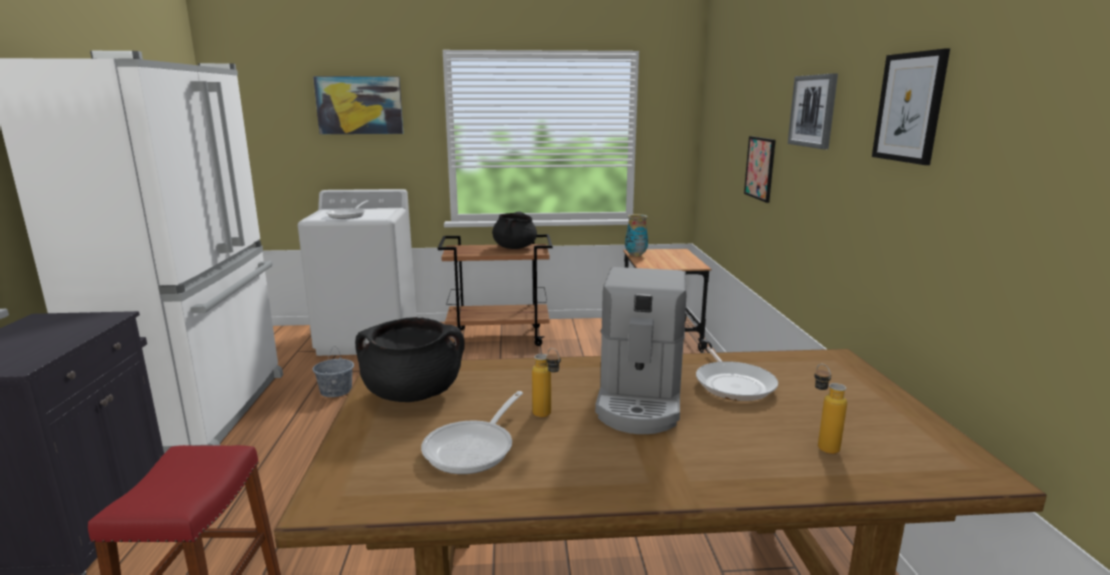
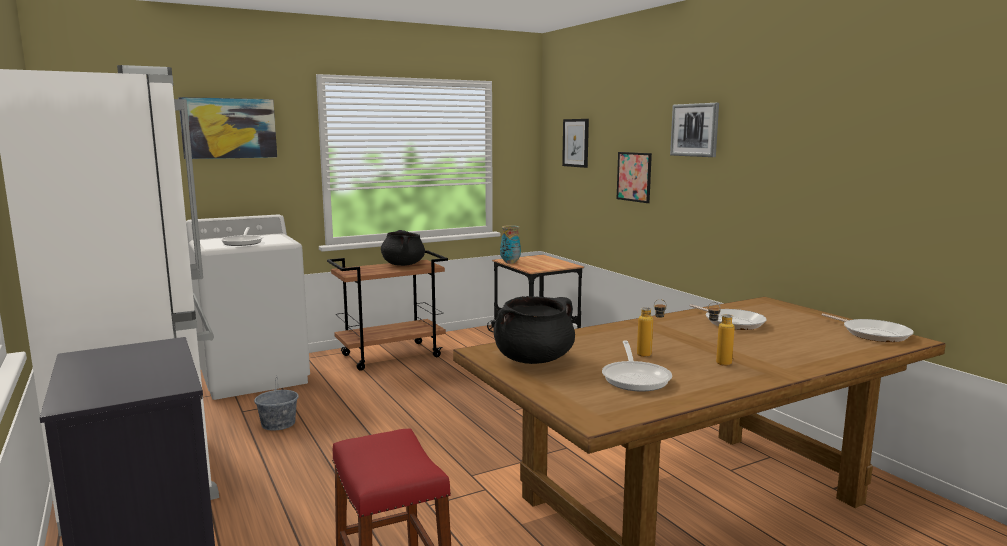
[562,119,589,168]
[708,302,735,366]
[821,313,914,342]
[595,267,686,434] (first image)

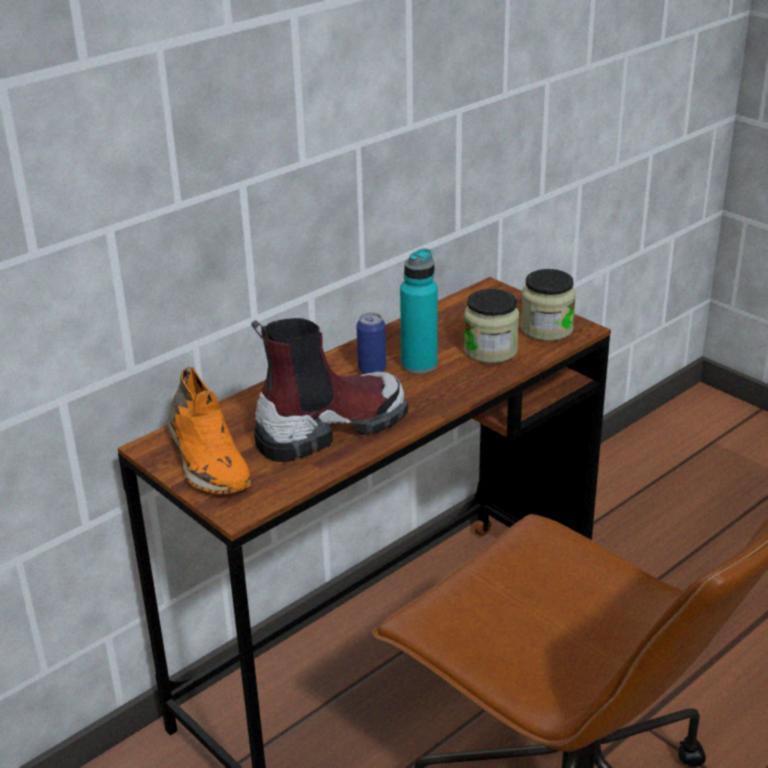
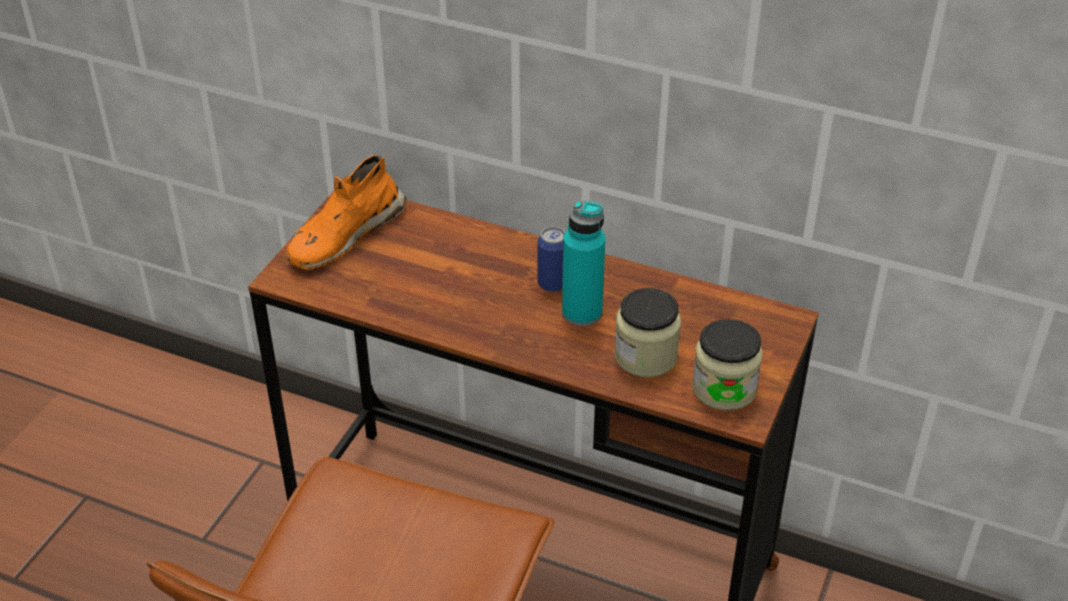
[251,318,408,462] (first image)

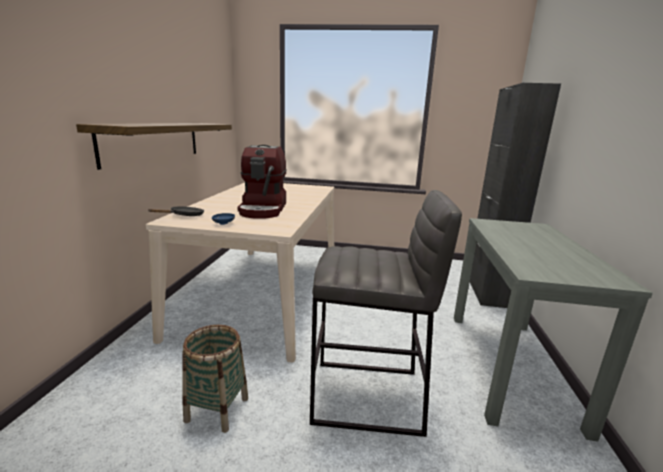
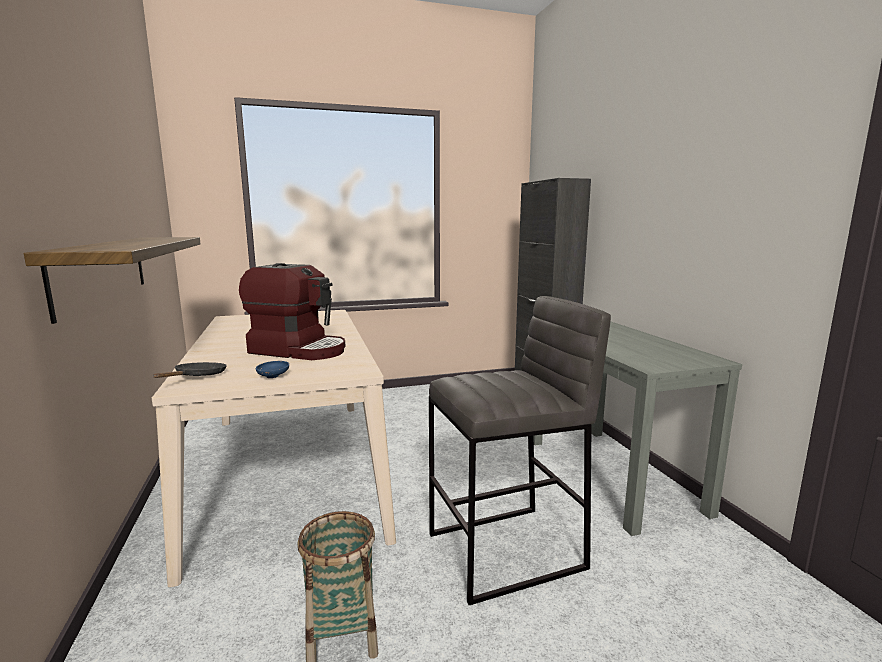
[239,263,345,360]

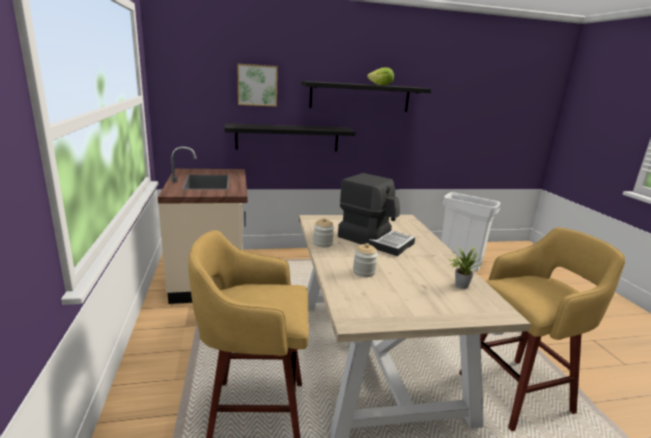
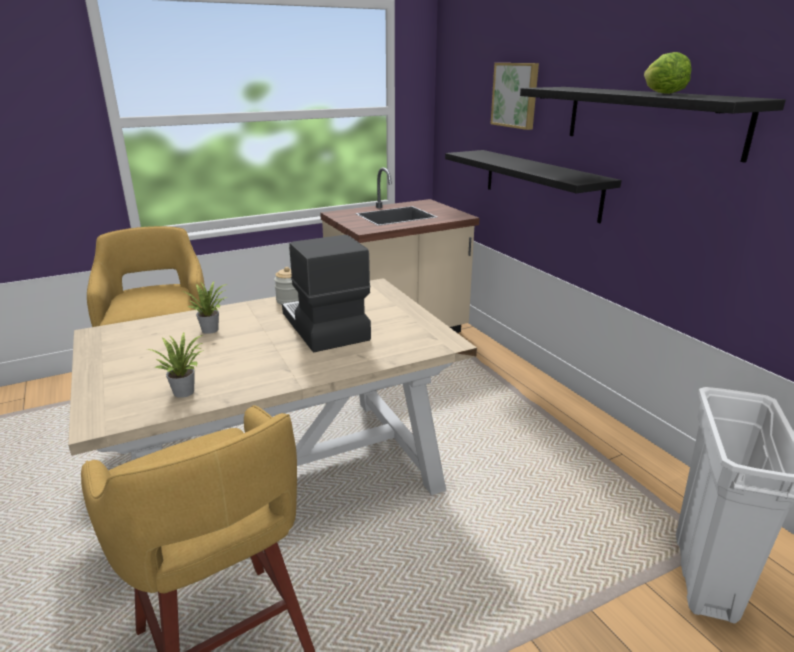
[182,282,227,334]
[282,235,371,352]

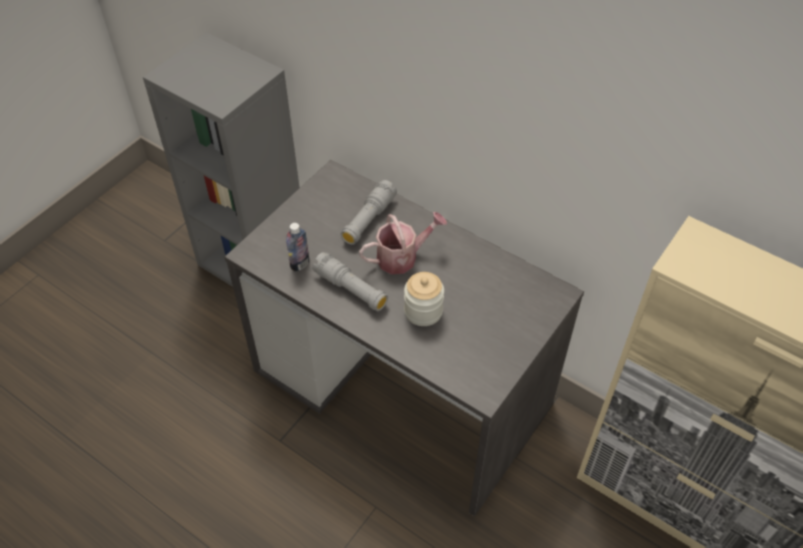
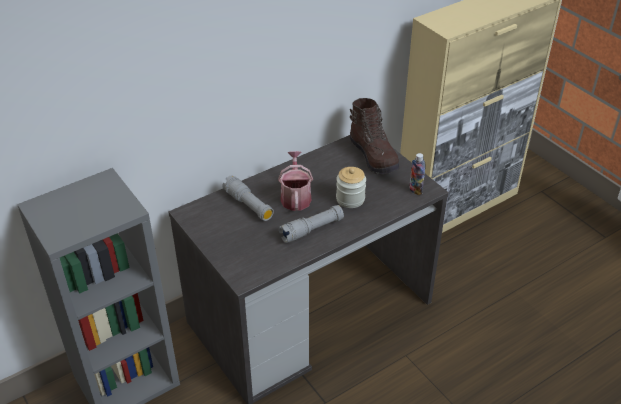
[350,98,399,175]
[409,153,426,195]

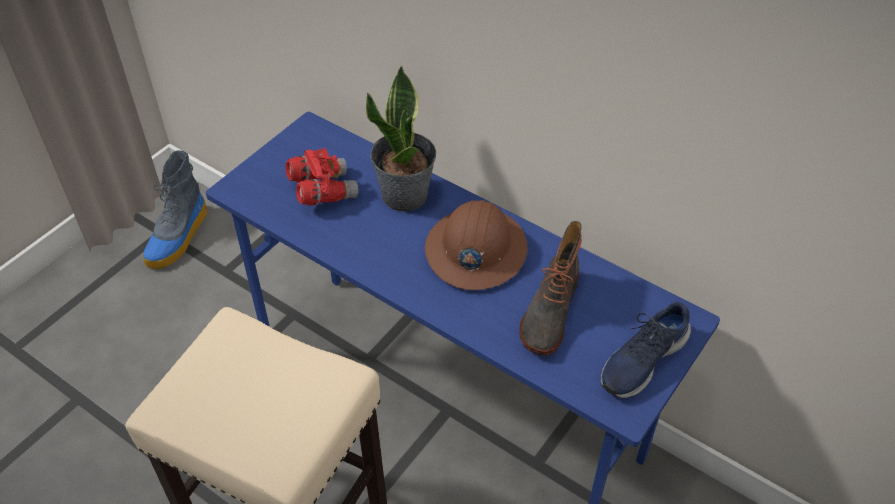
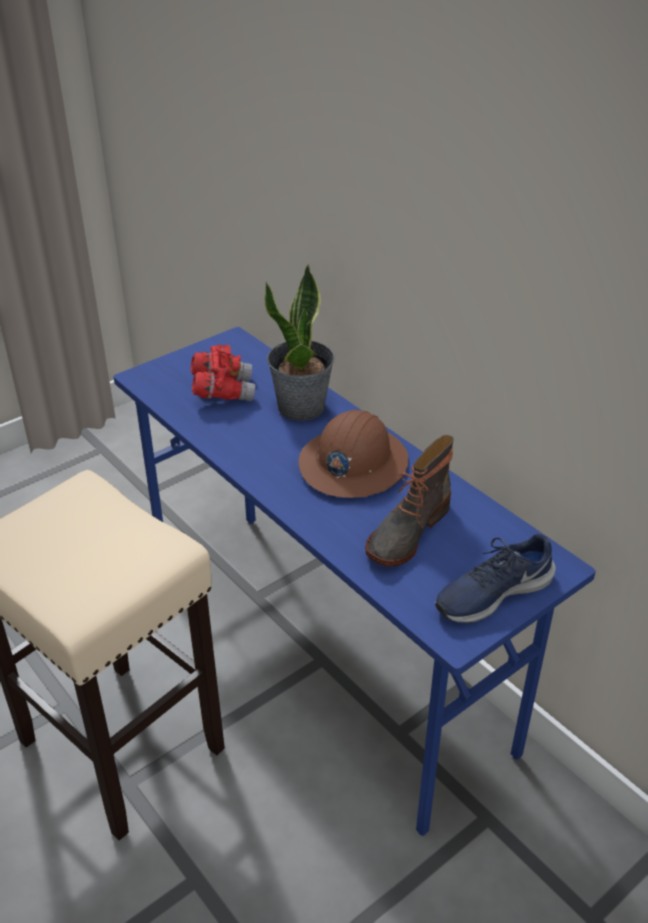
[143,150,208,269] (first image)

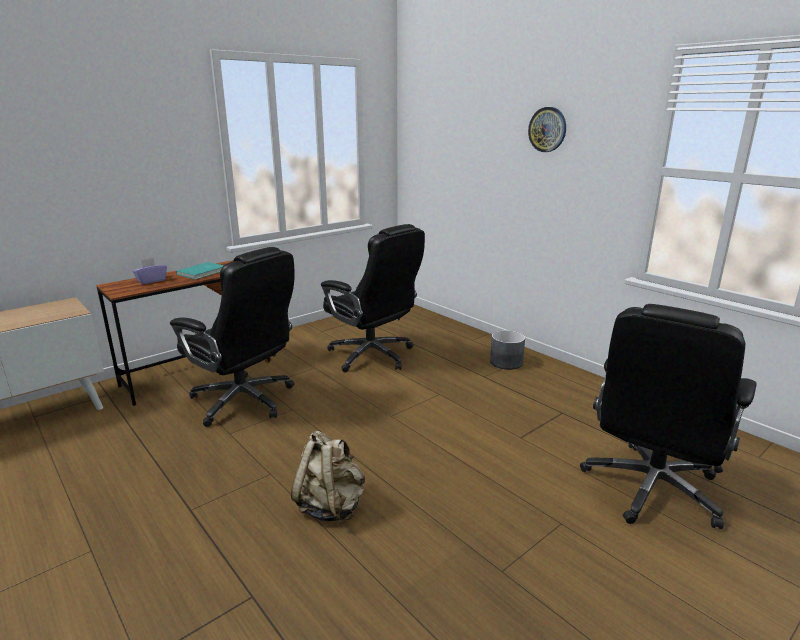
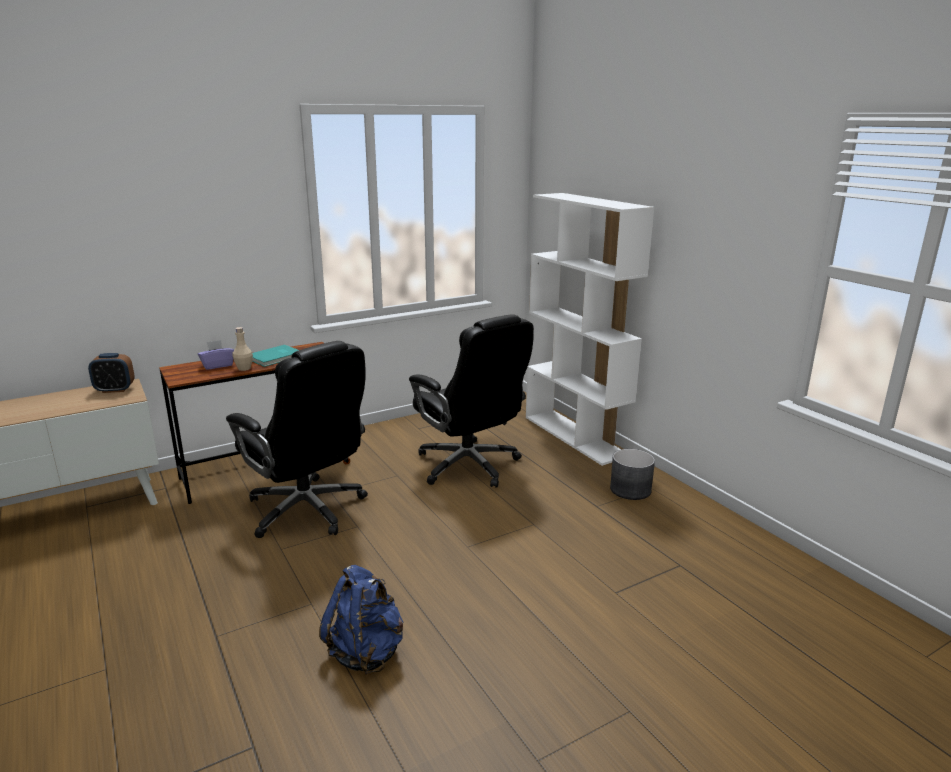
[88,353,135,393]
[232,327,253,371]
[319,565,403,675]
[526,193,654,466]
[528,107,566,152] (first image)
[580,304,757,529] (first image)

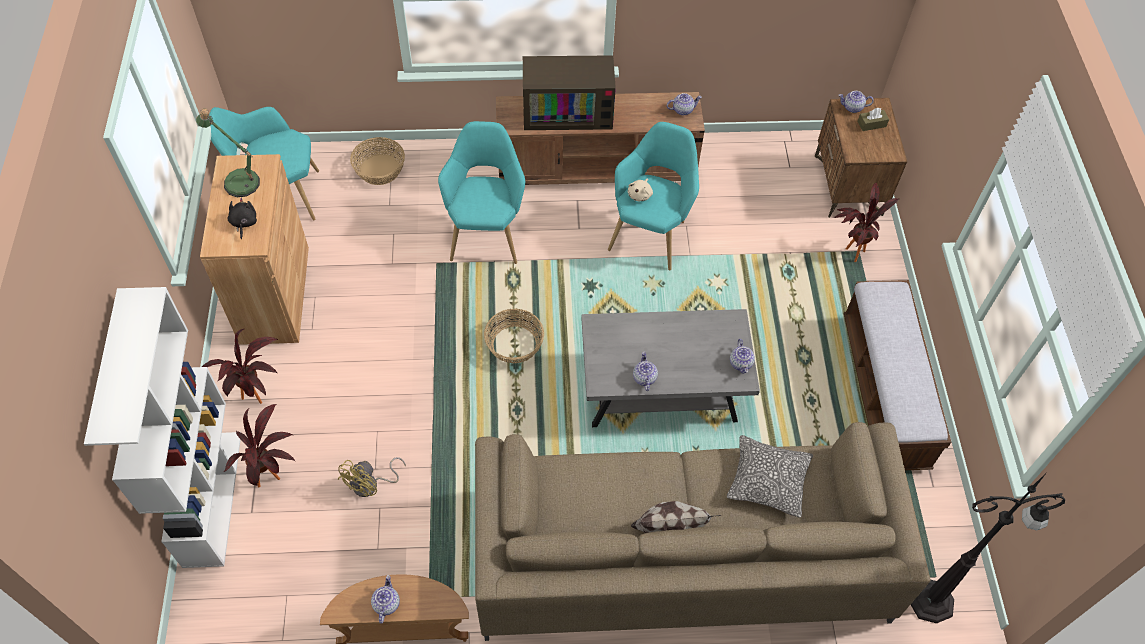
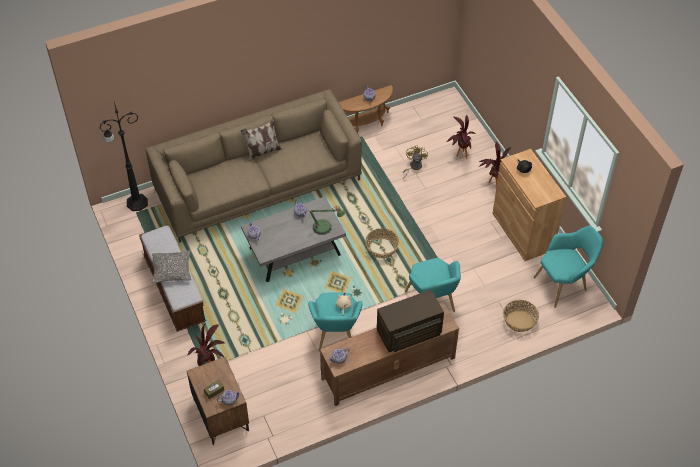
[152,250,191,283]
[309,206,345,235]
[84,287,241,568] (first image)

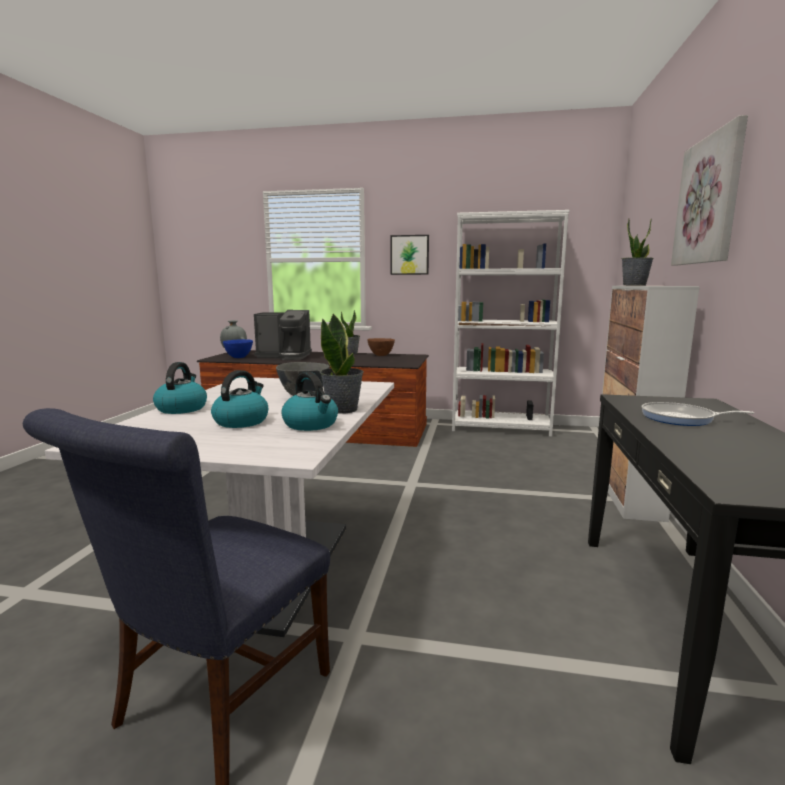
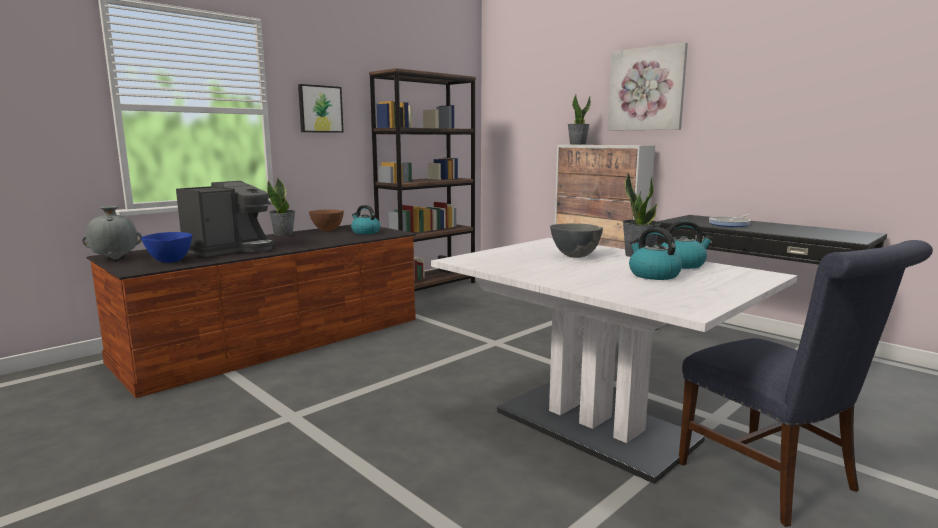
[351,205,381,234]
[369,68,476,291]

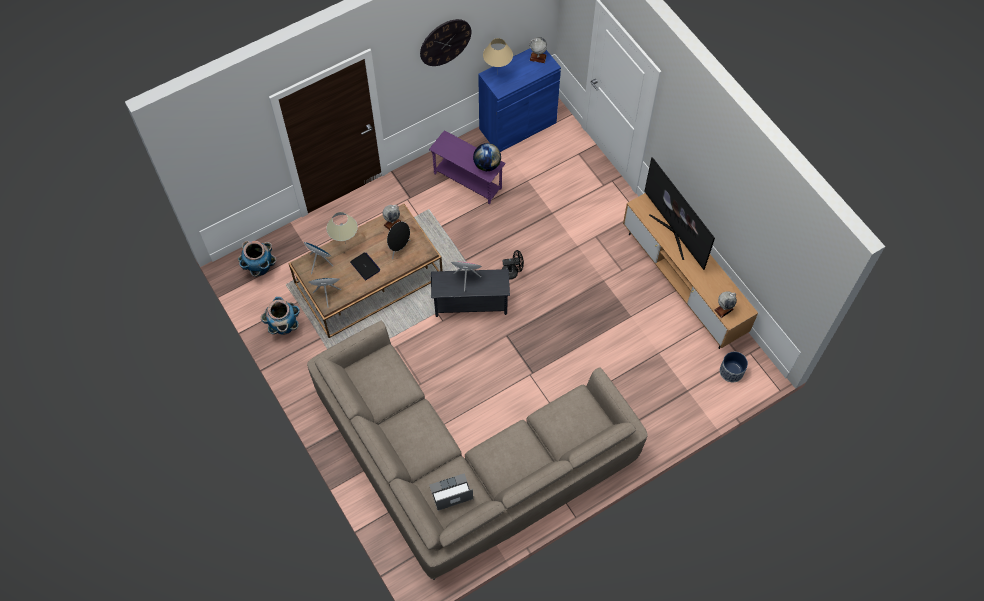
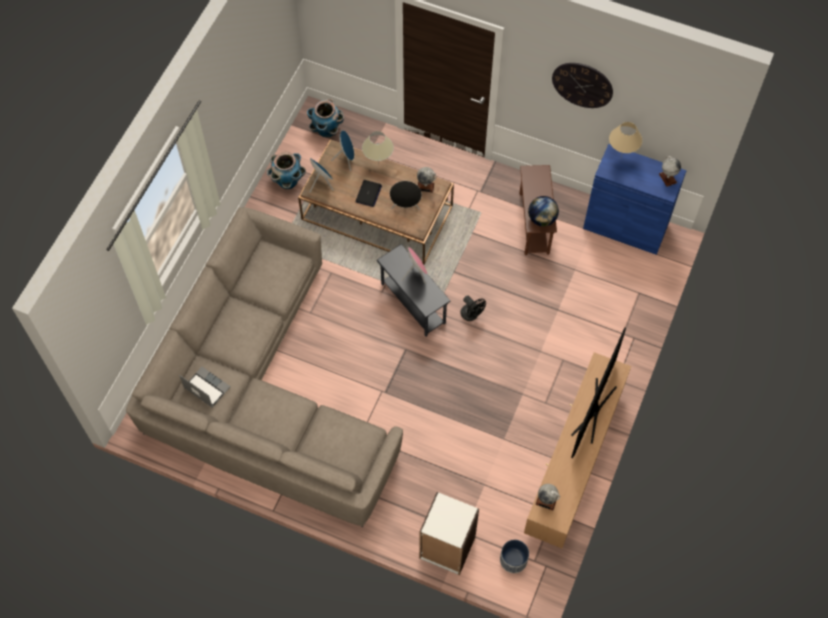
[419,492,479,575]
[519,165,557,255]

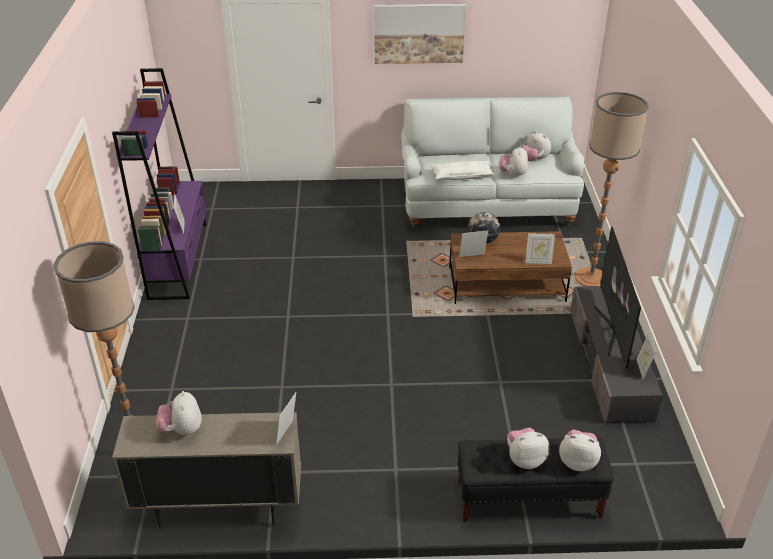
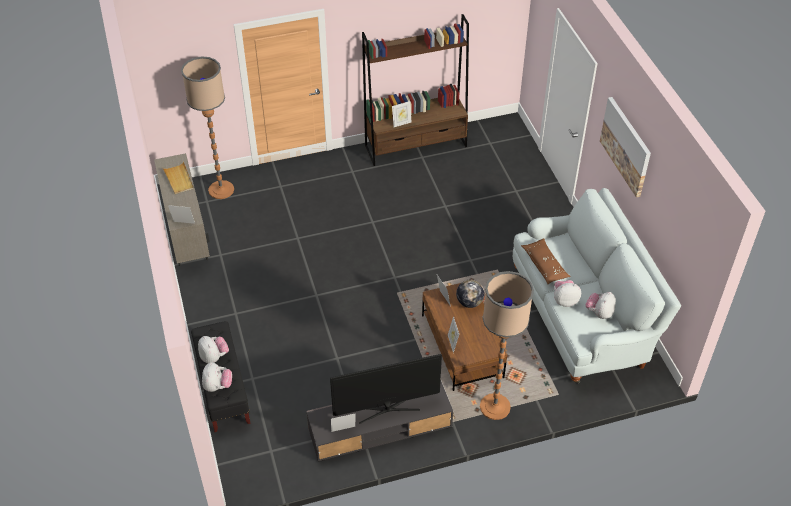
[162,162,194,194]
[362,14,469,166]
[521,238,571,284]

